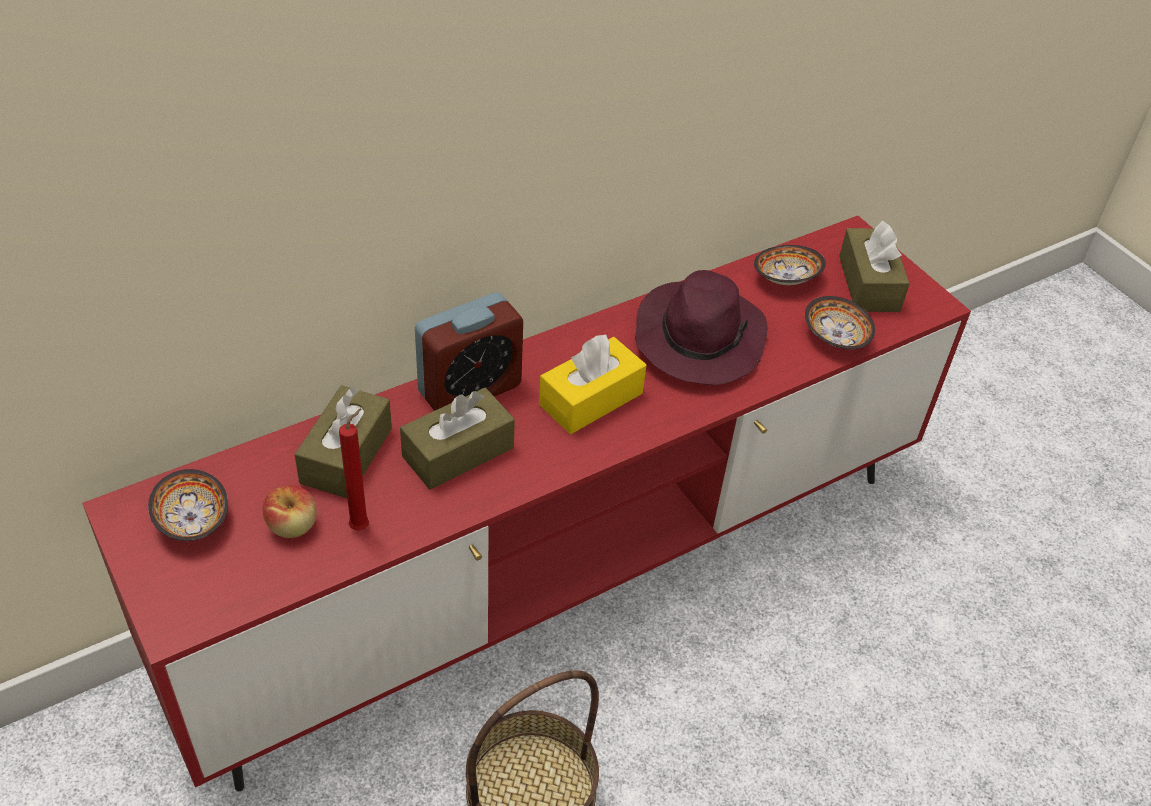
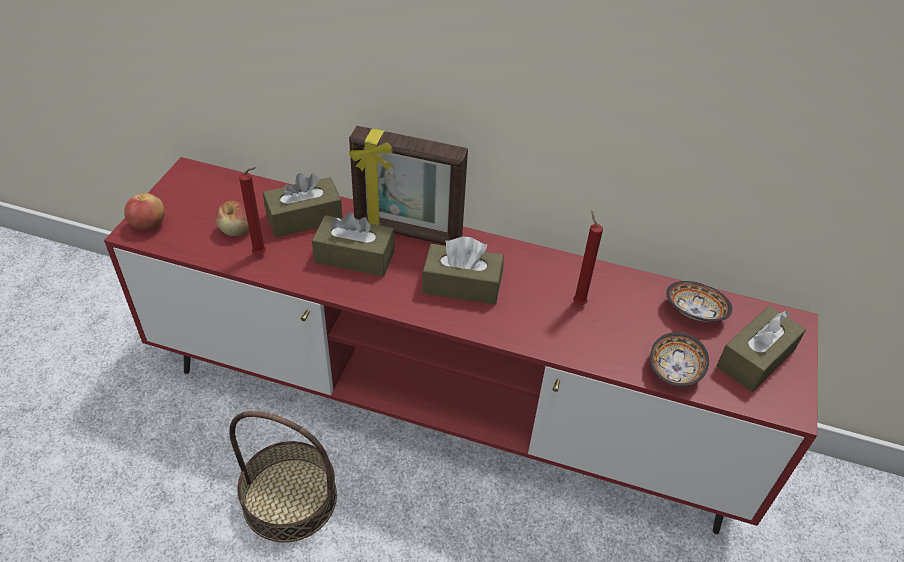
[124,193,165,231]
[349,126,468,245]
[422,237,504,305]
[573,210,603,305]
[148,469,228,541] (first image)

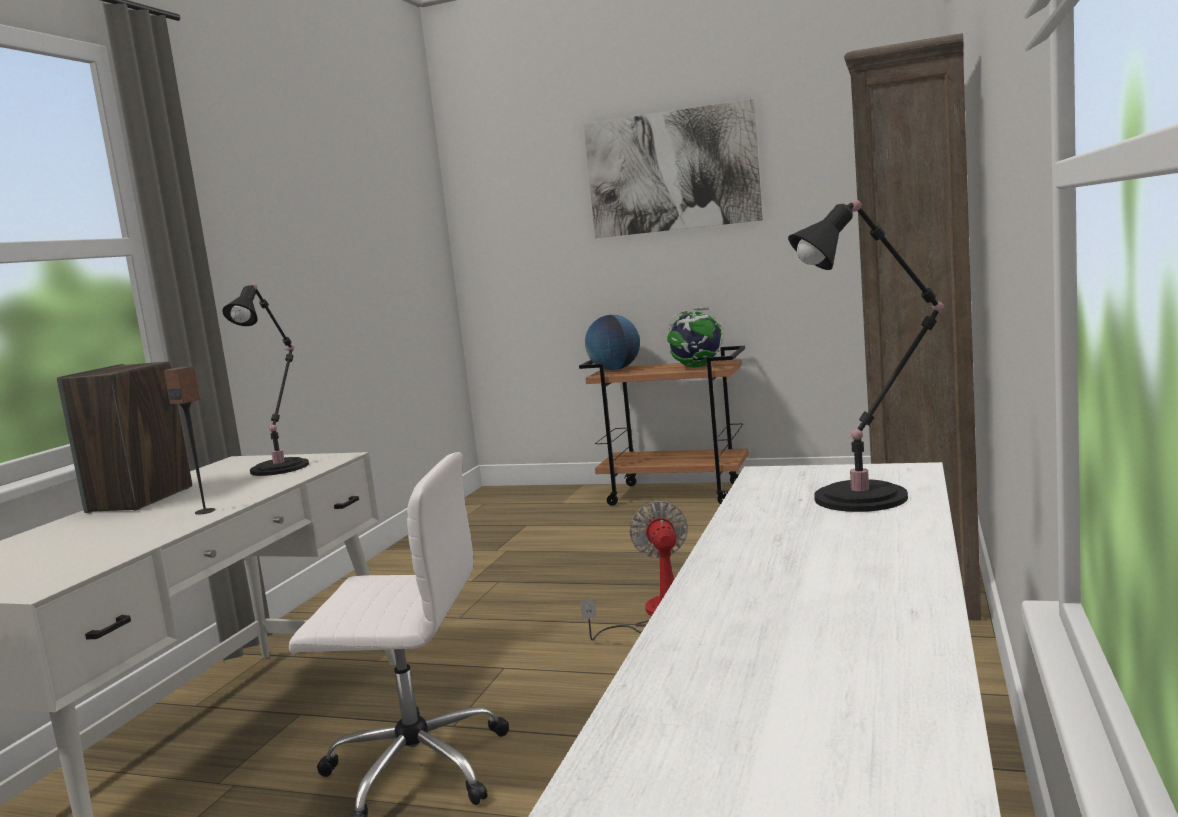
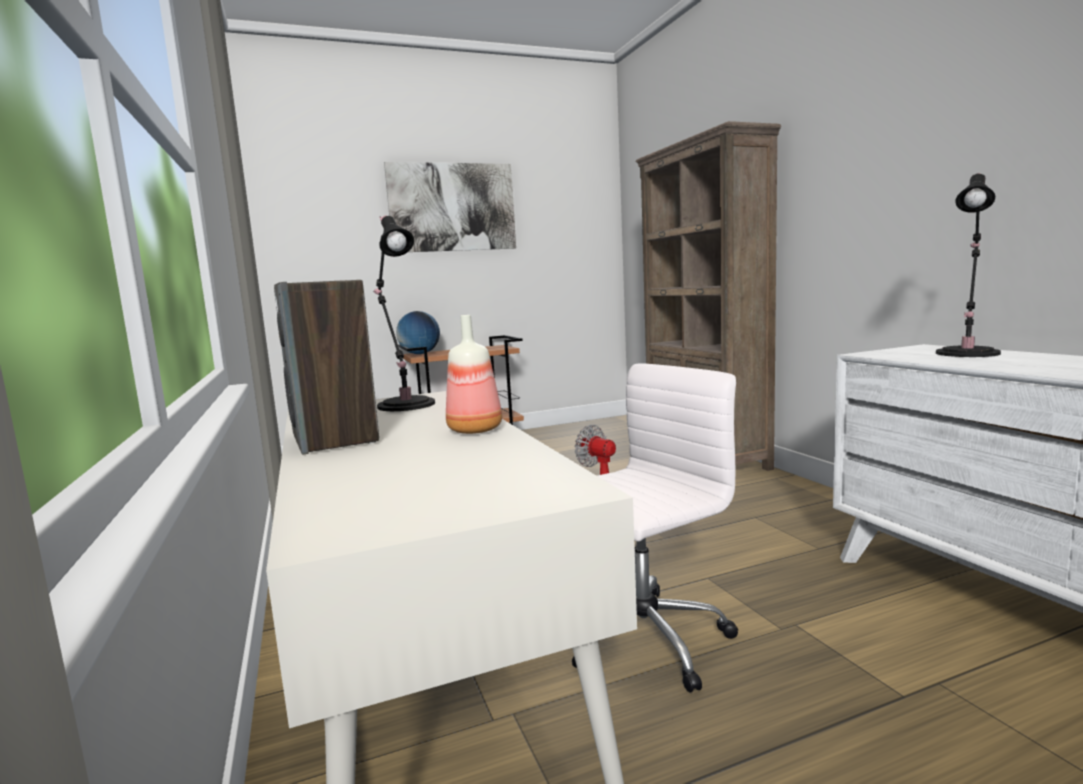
[446,315,502,434]
[667,307,724,368] (first image)

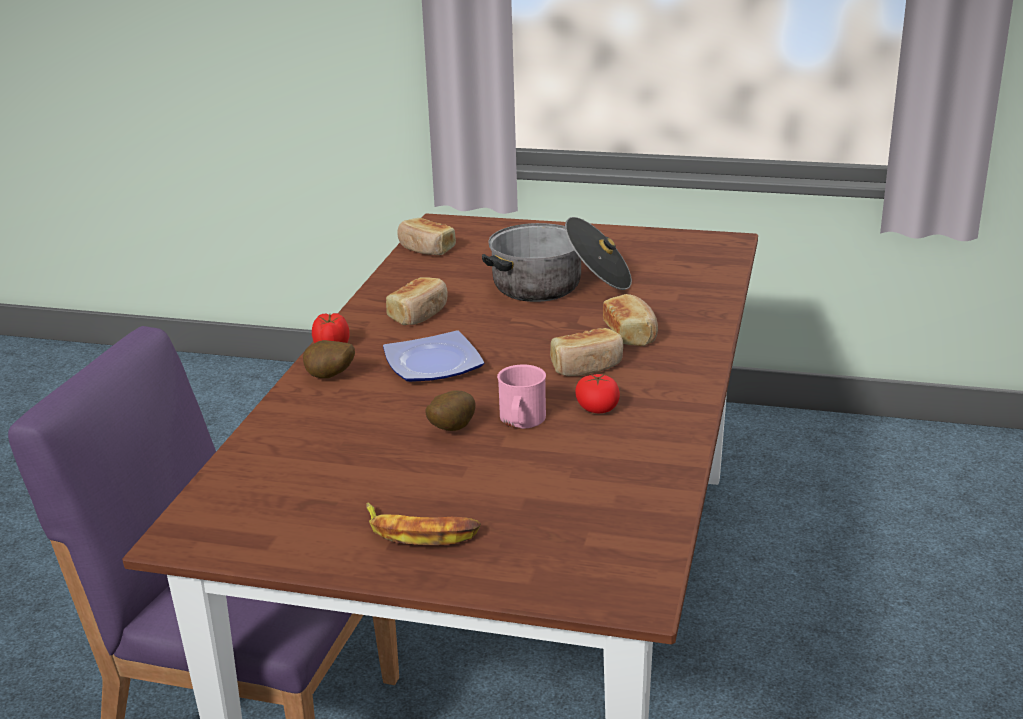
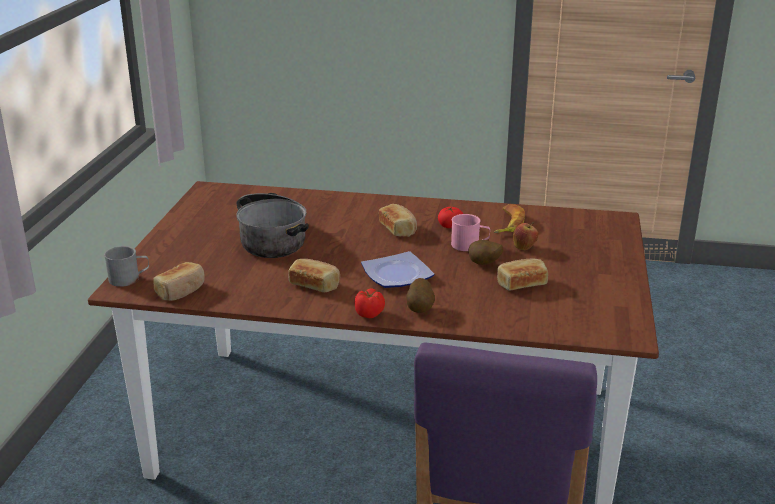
[104,246,149,287]
[494,204,525,233]
[497,258,548,291]
[513,222,538,250]

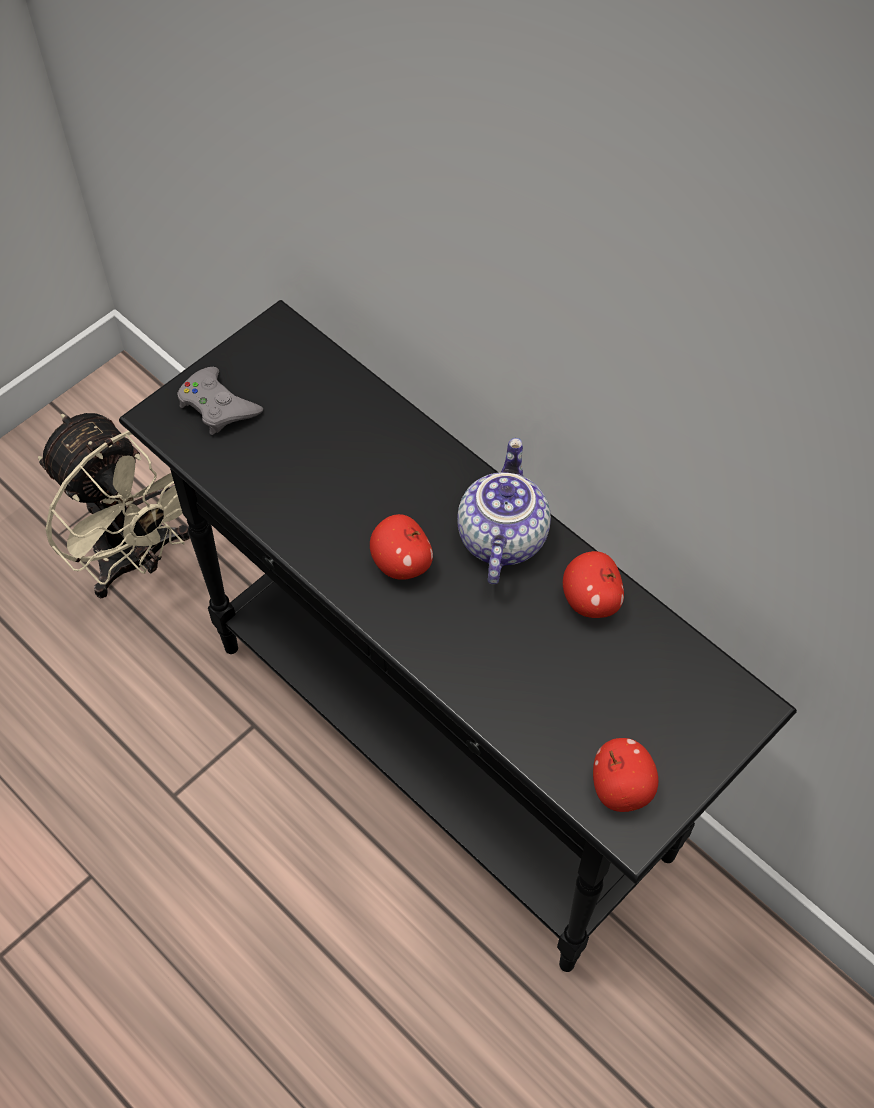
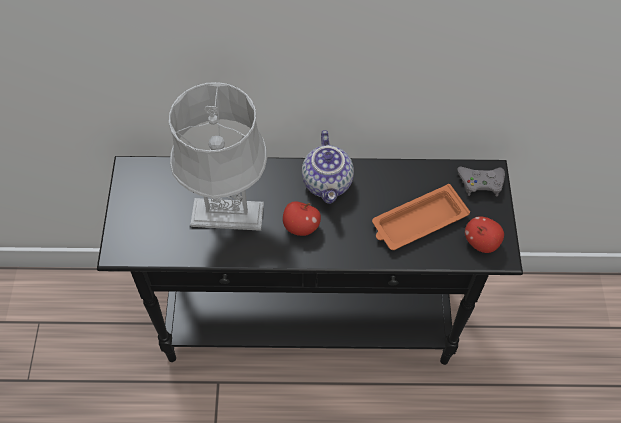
[169,82,267,231]
[302,130,354,204]
[372,184,470,250]
[458,167,505,196]
[38,413,190,598] (first image)
[563,551,624,618] (first image)

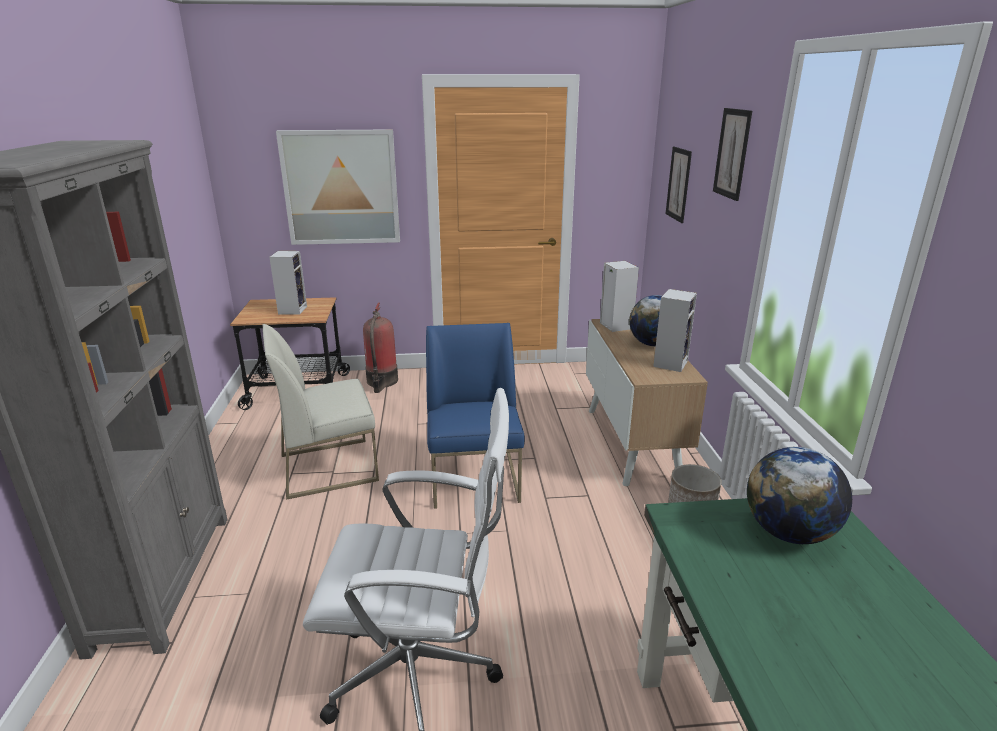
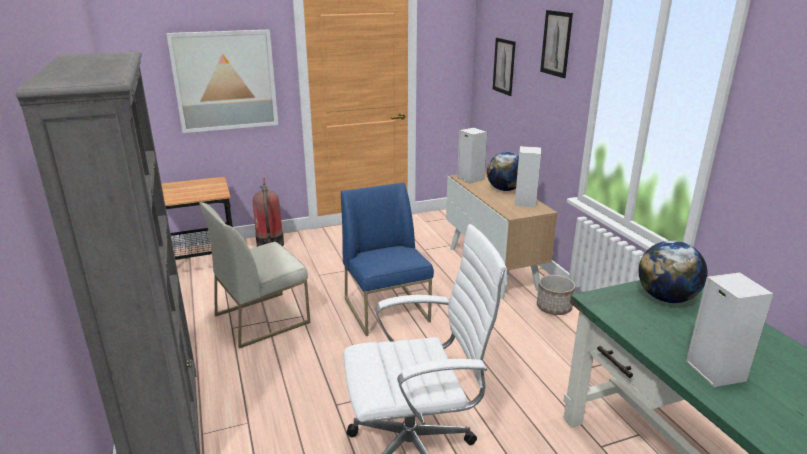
[686,272,774,387]

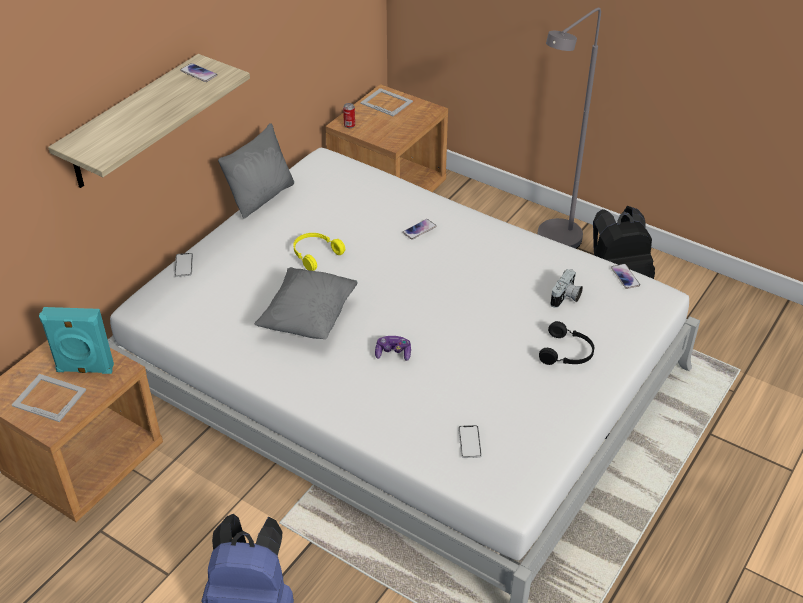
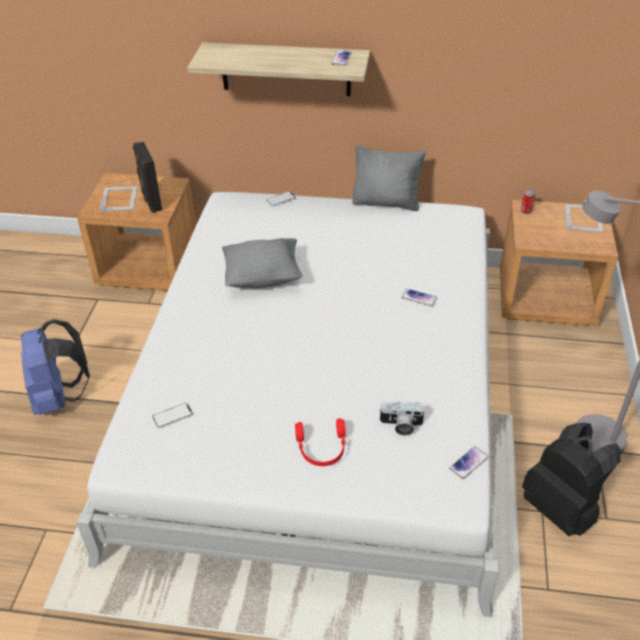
[133,142,162,213]
[295,418,346,466]
[293,233,345,271] (first image)
[375,336,411,361] (first image)

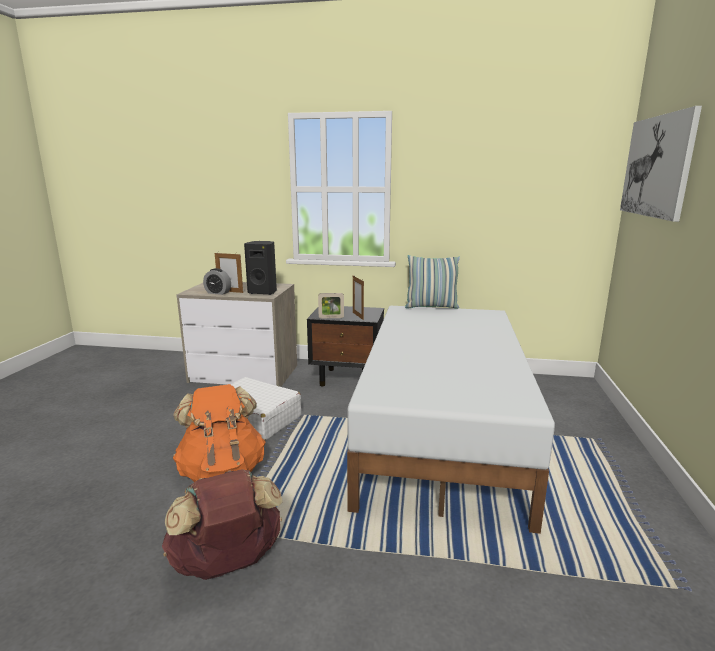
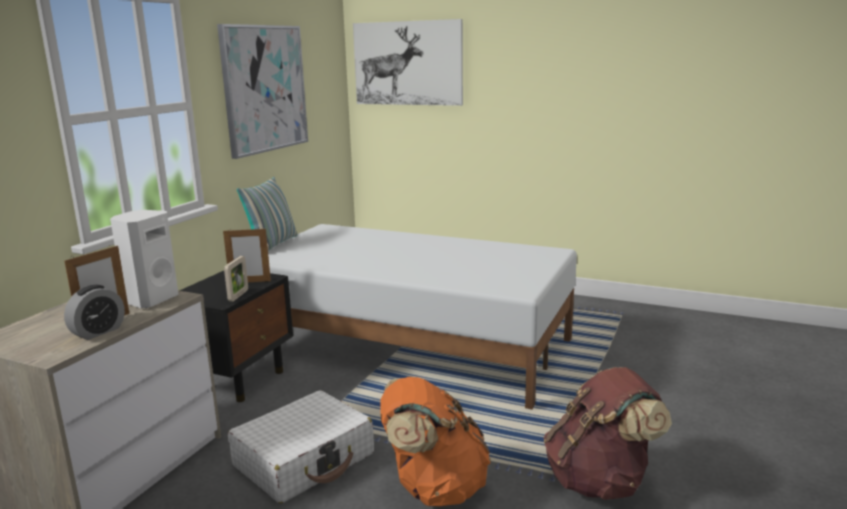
[110,210,179,308]
[217,24,308,159]

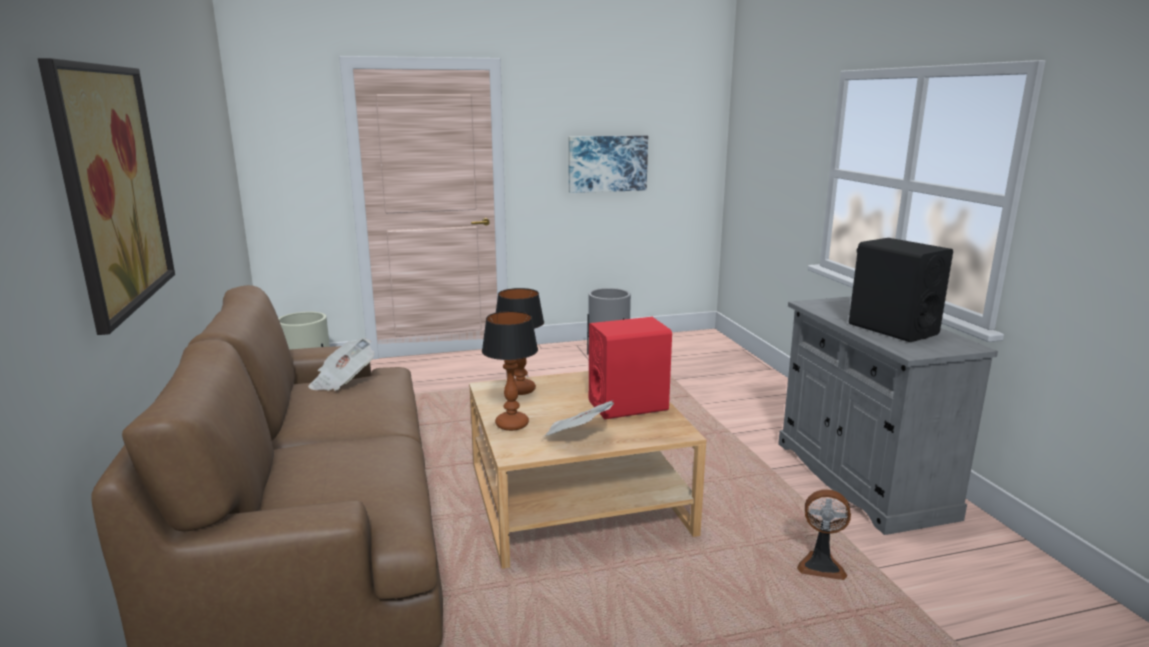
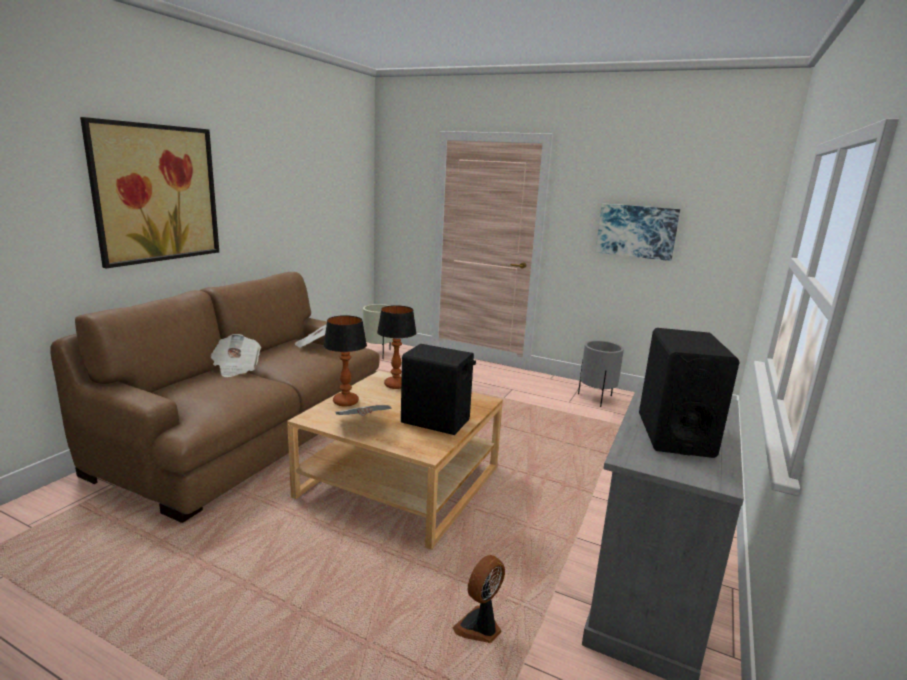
[210,334,261,377]
[401,344,476,435]
[453,555,505,643]

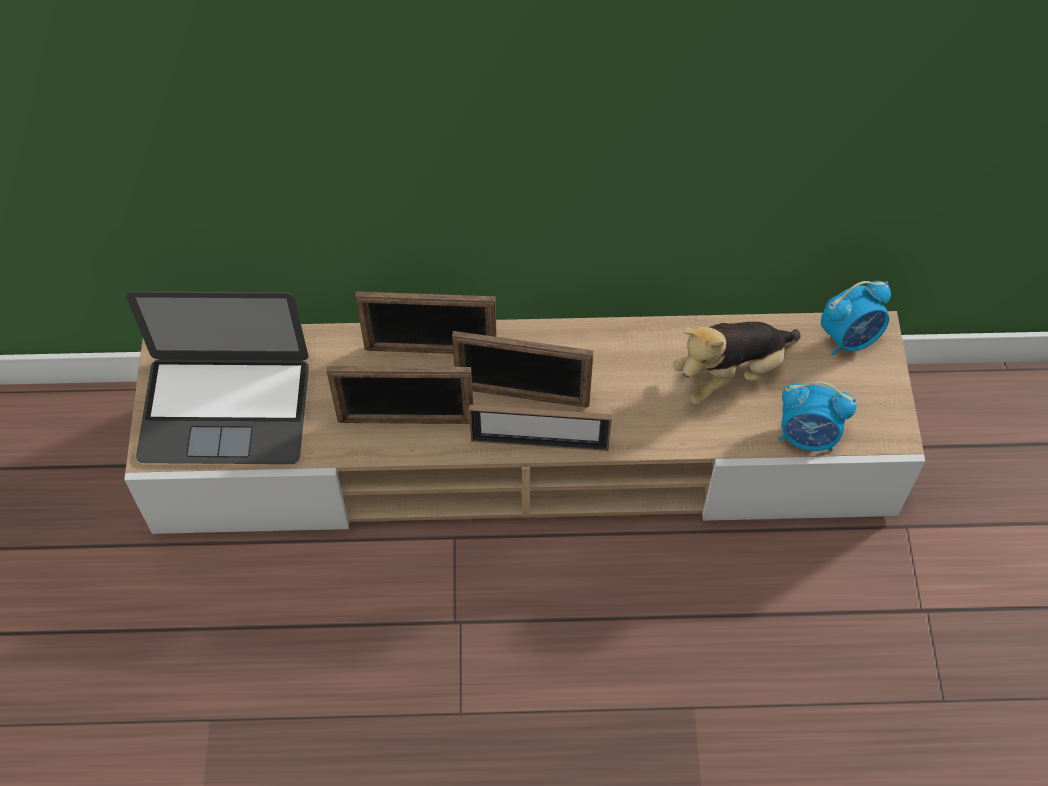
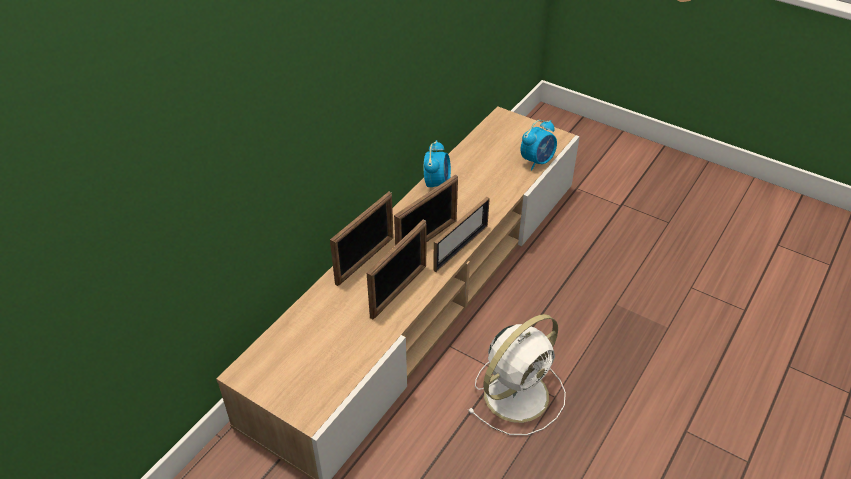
[424,140,451,187]
[467,314,566,435]
[126,291,309,464] (first image)
[673,322,801,405] (first image)

